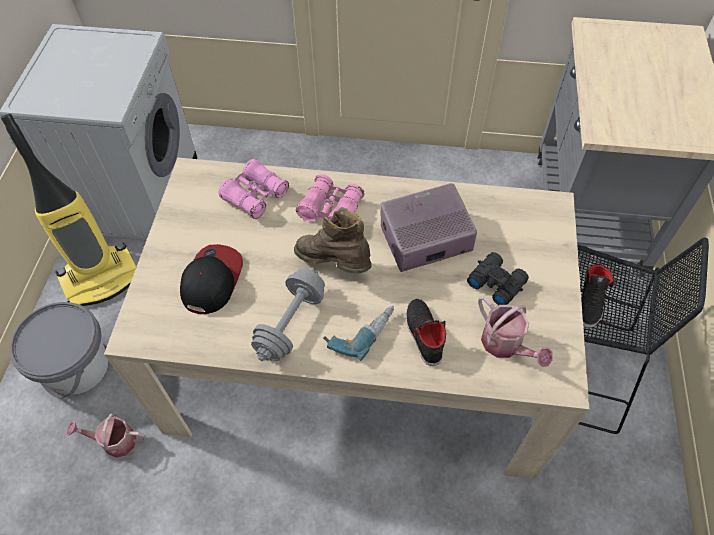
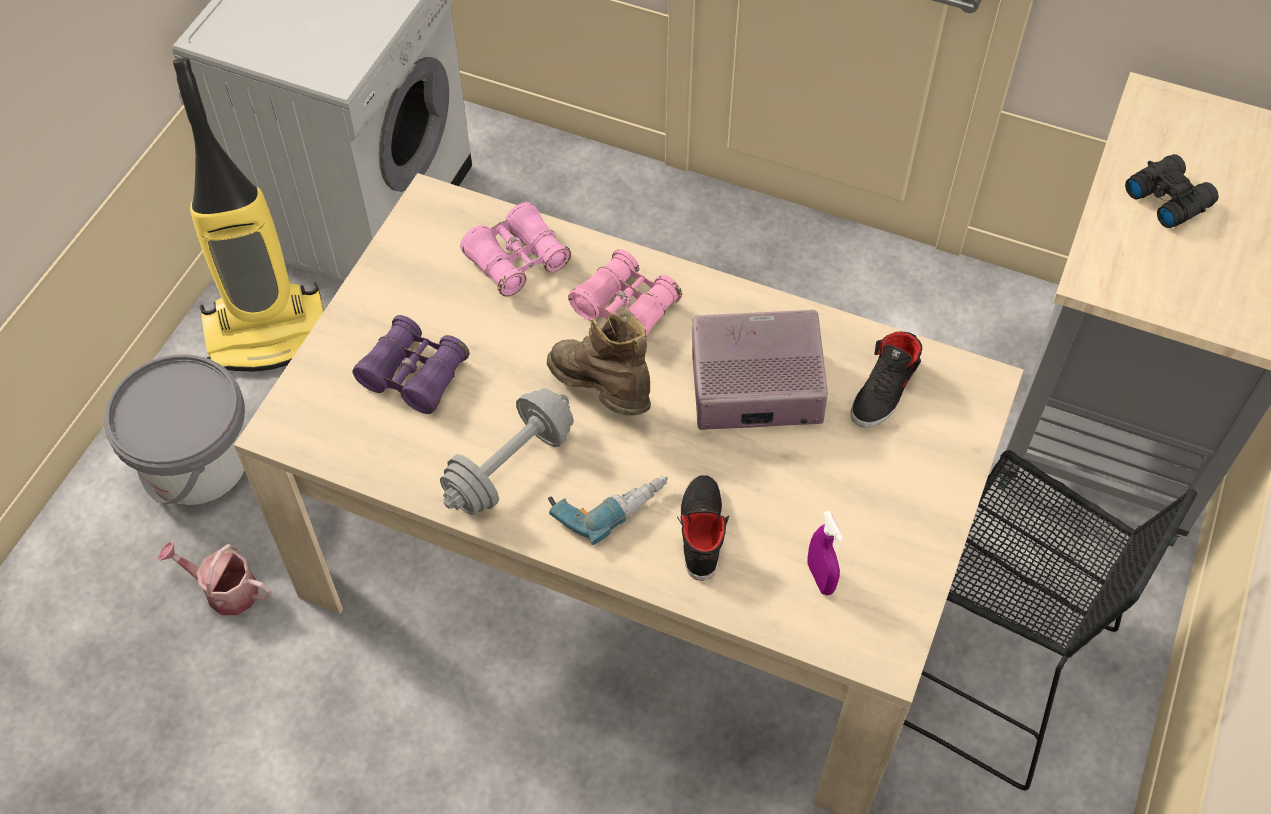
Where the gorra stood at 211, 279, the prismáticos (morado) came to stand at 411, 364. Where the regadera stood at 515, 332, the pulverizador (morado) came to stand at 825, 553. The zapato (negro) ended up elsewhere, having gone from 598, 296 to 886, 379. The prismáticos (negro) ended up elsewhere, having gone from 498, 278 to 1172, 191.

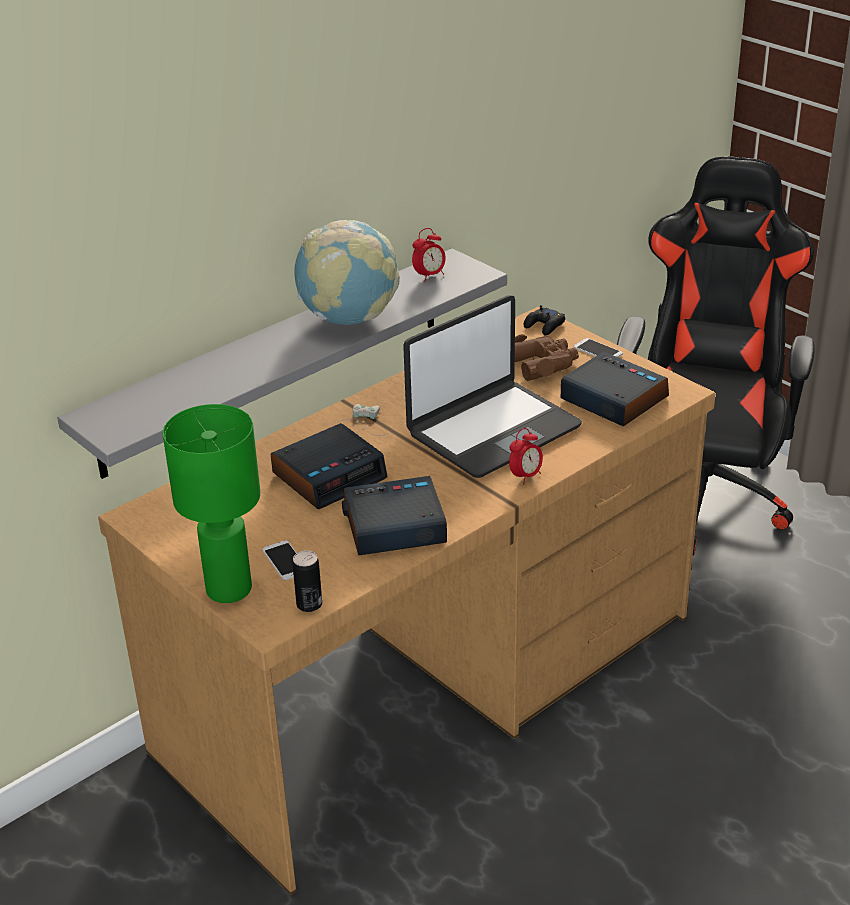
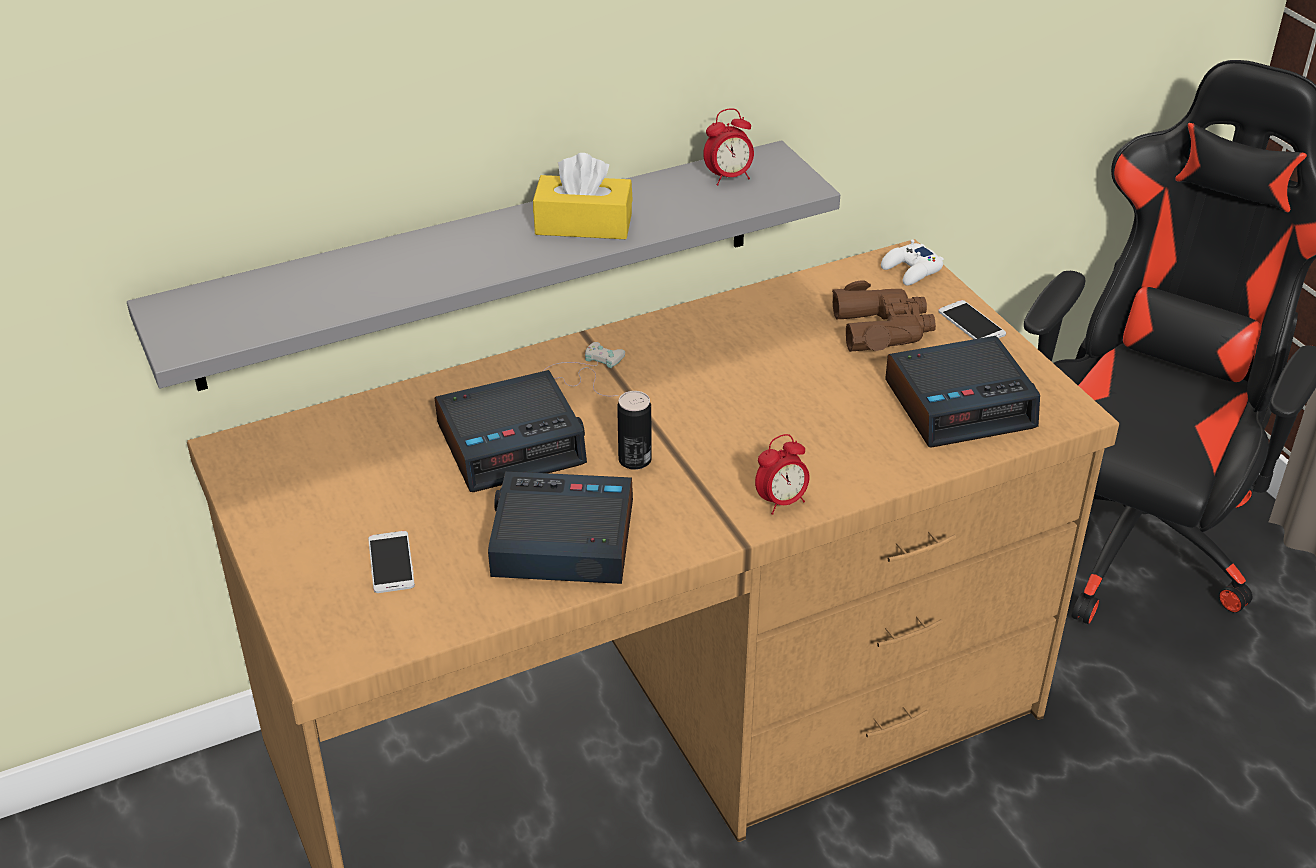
Where the globo terráqueo stood at 347, 272, the caja de pañuelos (amarillo) came to stand at 583, 196. The lata ended up elsewhere, having gone from 307, 581 to 634, 430. What was the mando de consola (negro) at 544, 320 turned into the mando de consola (blanco) at 912, 262. The despertador at 615, 388 ended up facing another way, 105 degrees clockwise from before. The second view lost the lámpara de mesa (verde) at 211, 503. The second view lost the portátil at 492, 386.

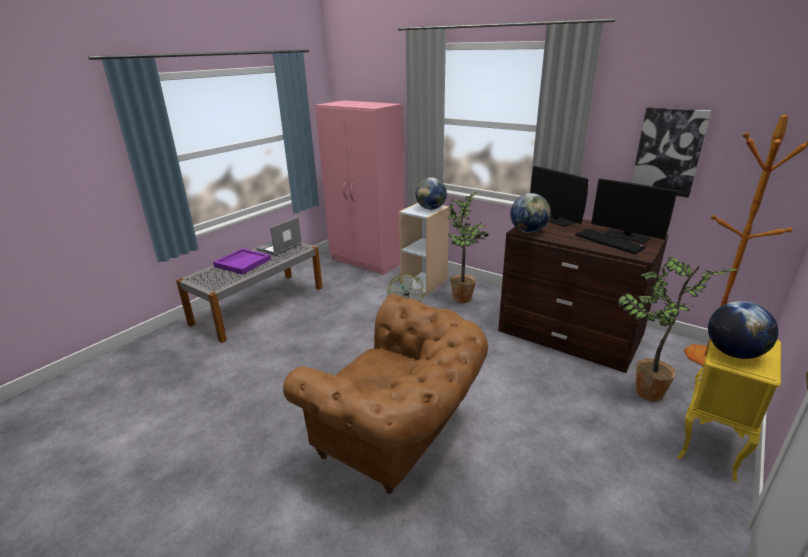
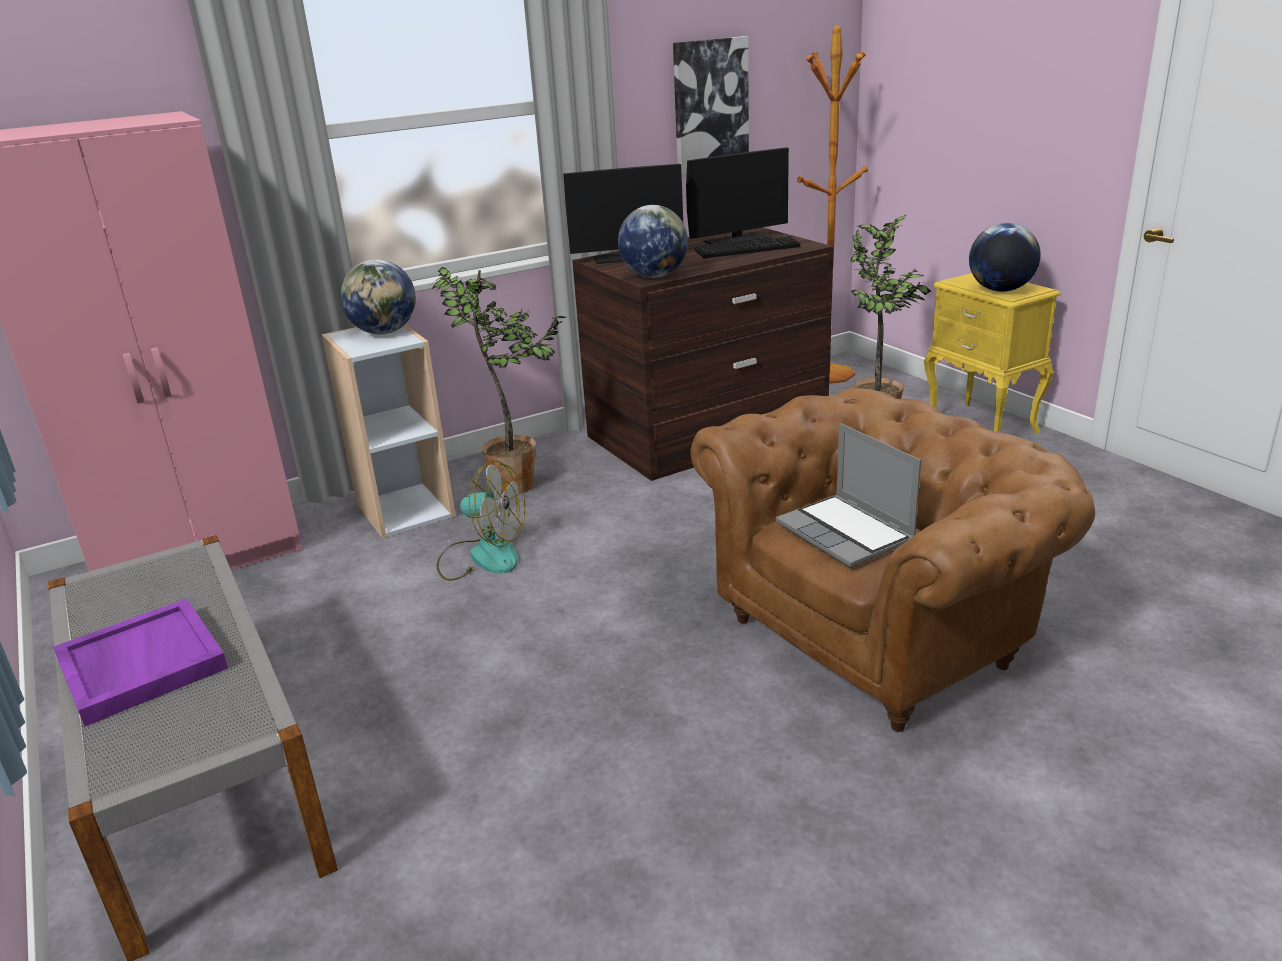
The portátil ended up elsewhere, having gone from 279, 236 to 848, 495.

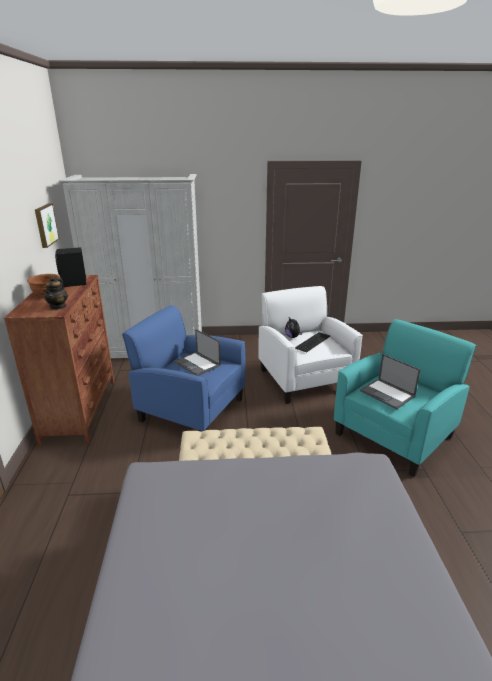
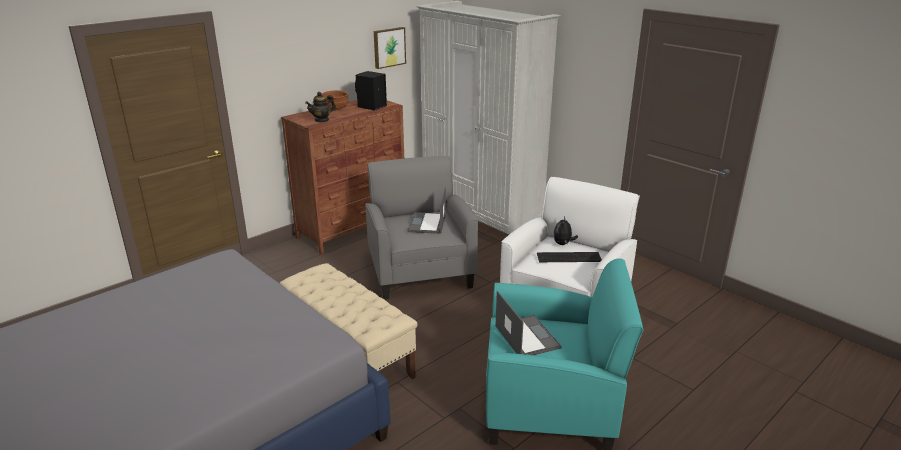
What was the sillón (azul) at 183, 368 turned into the sillón (gris) at 421, 228. The portátil at 390, 382 ended up facing another way, 150 degrees clockwise from before.

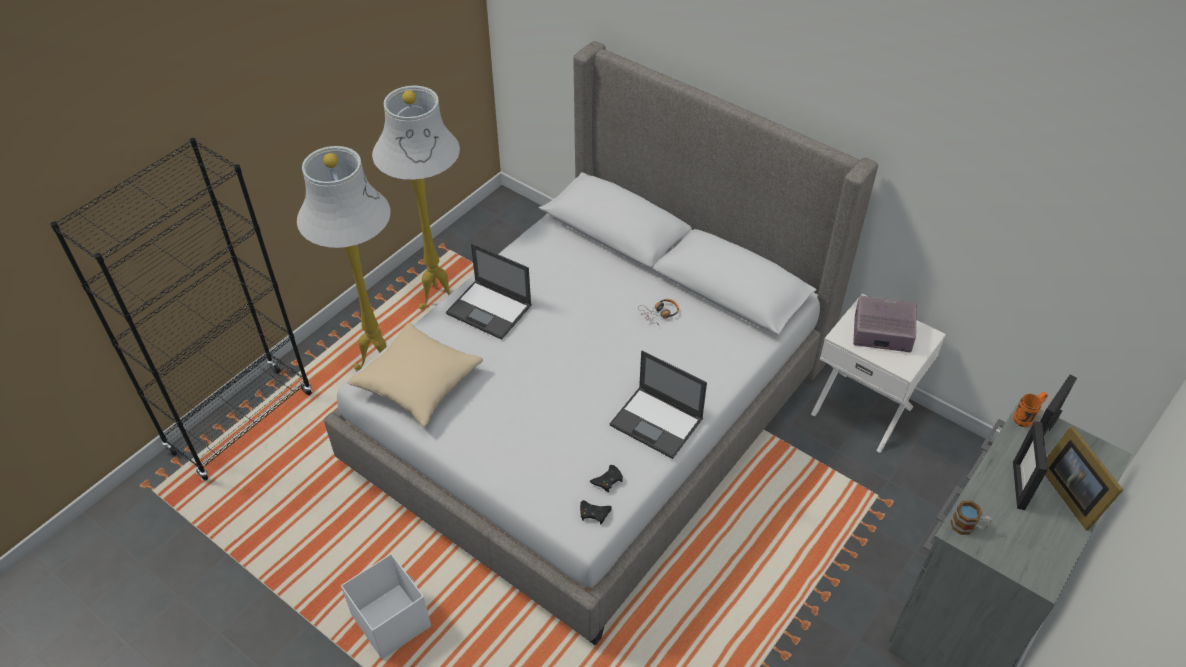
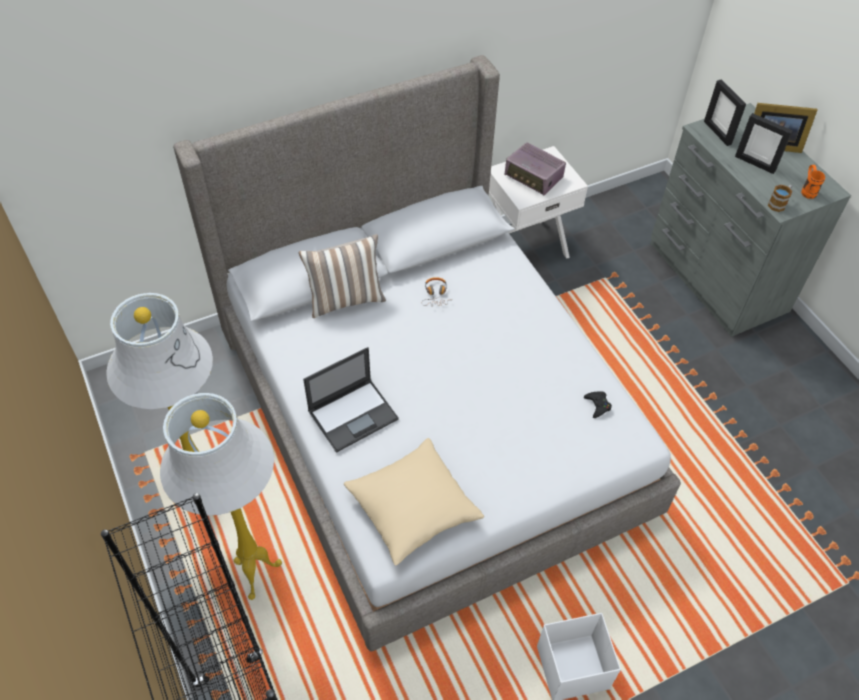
The second view gained the cojín at 342, 276. The radio at 885, 324 ended up facing another way, 90 degrees counterclockwise from before. The taza grande (naranja) ended up elsewhere, having gone from 1030, 409 to 813, 182. The second view lost the mando de consola (negro) at 596, 512. The second view lost the portátil at 658, 404.

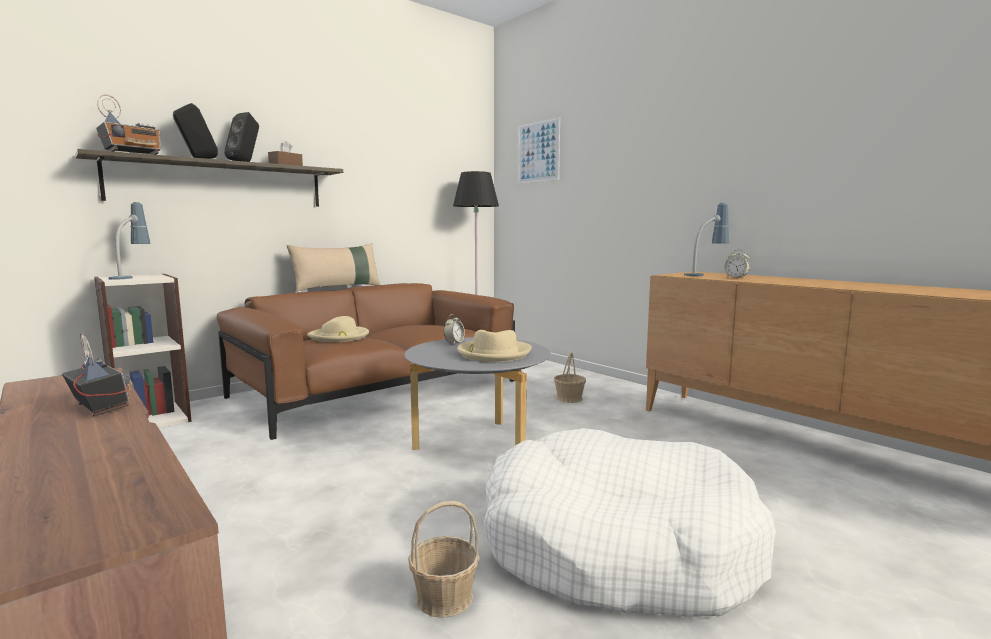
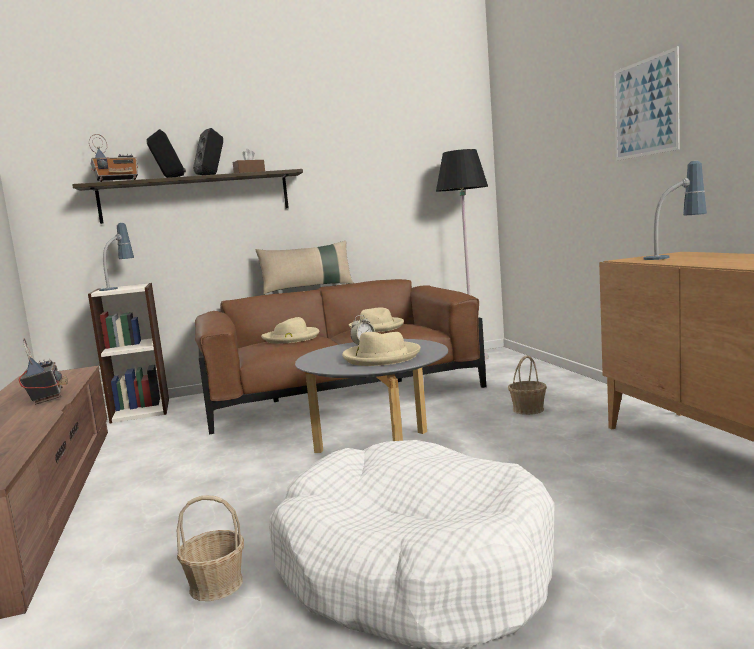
The second view gained the sombrero (beis) at 376, 319. The cuadro ended up elsewhere, having gone from 539, 150 to 647, 103. The second view lost the despertador at 737, 263.

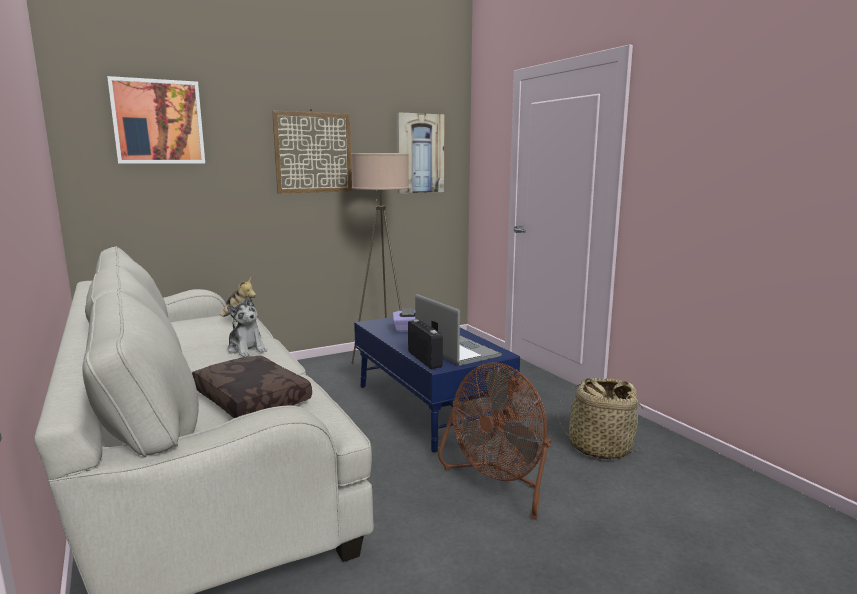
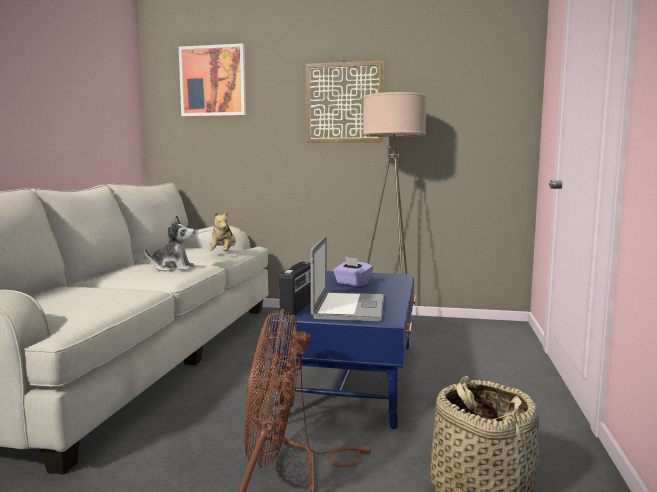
The peluche at 247, 326 ended up facing another way, 90 degrees counterclockwise from before. The second view lost the cojín (marrón) at 252, 386. The second view lost the cuadro at 421, 152.

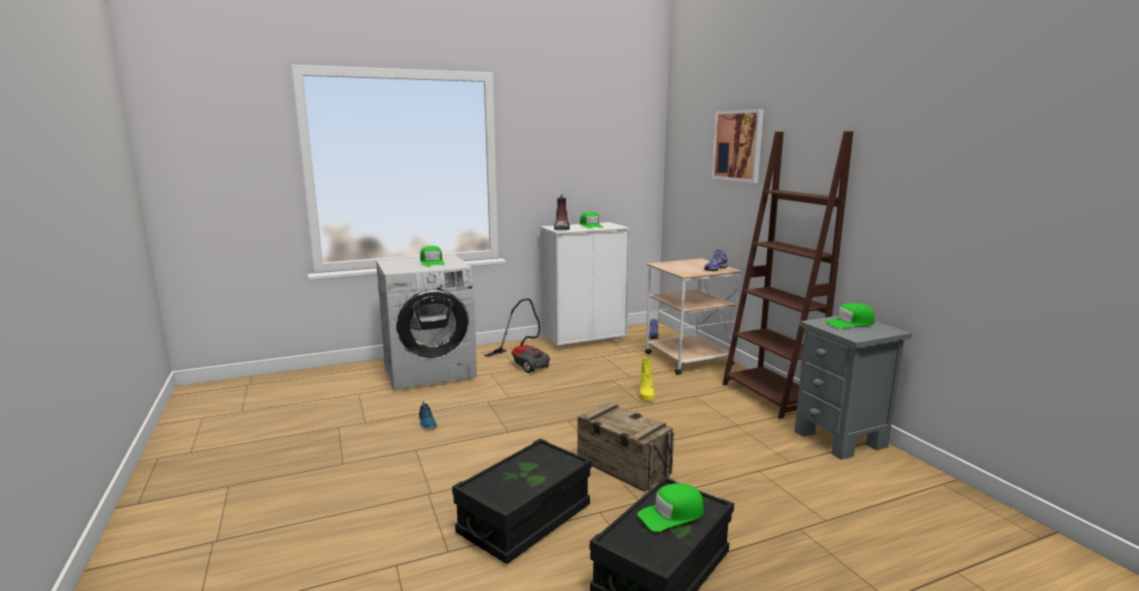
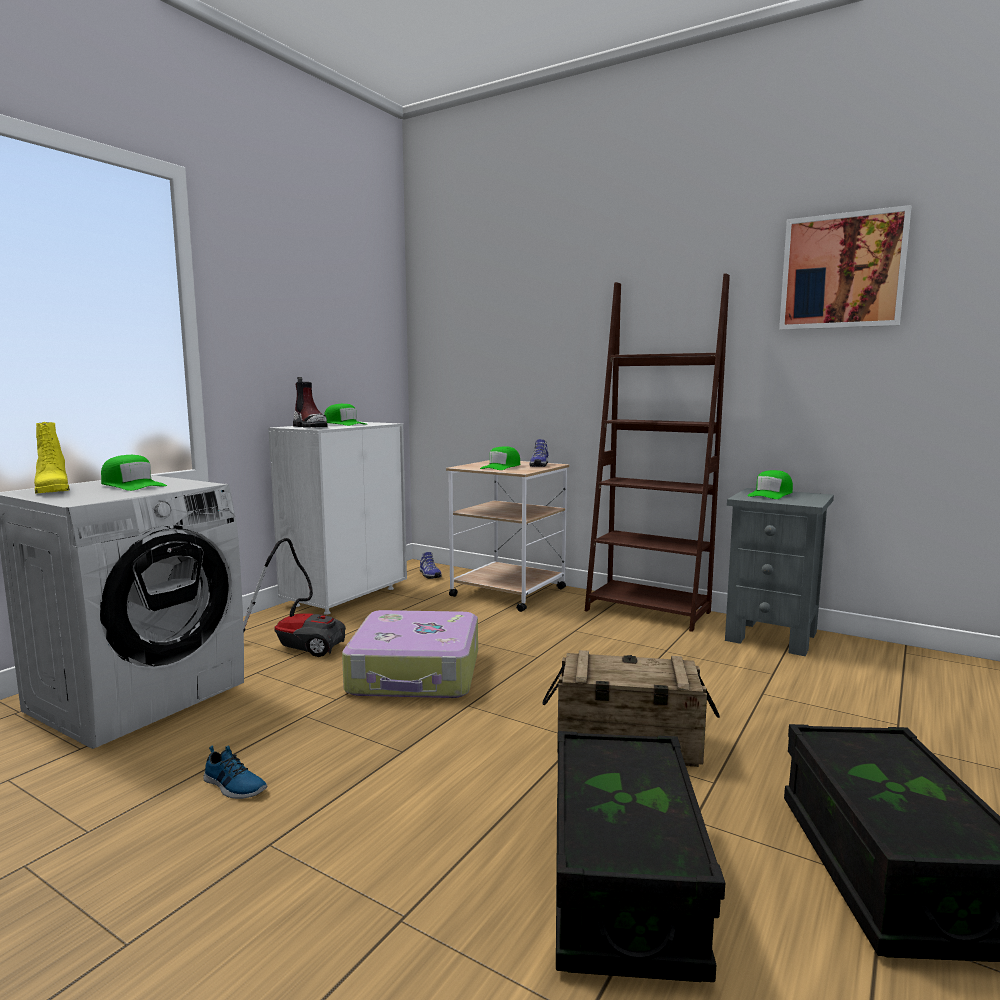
The bota (amarillo) ended up elsewhere, having gone from 647, 378 to 52, 457. The second view gained the maleta at 410, 654. The gorra (verde) ended up elsewhere, having gone from 670, 507 to 500, 458. The cuadro ended up elsewhere, having gone from 737, 146 to 845, 267.

